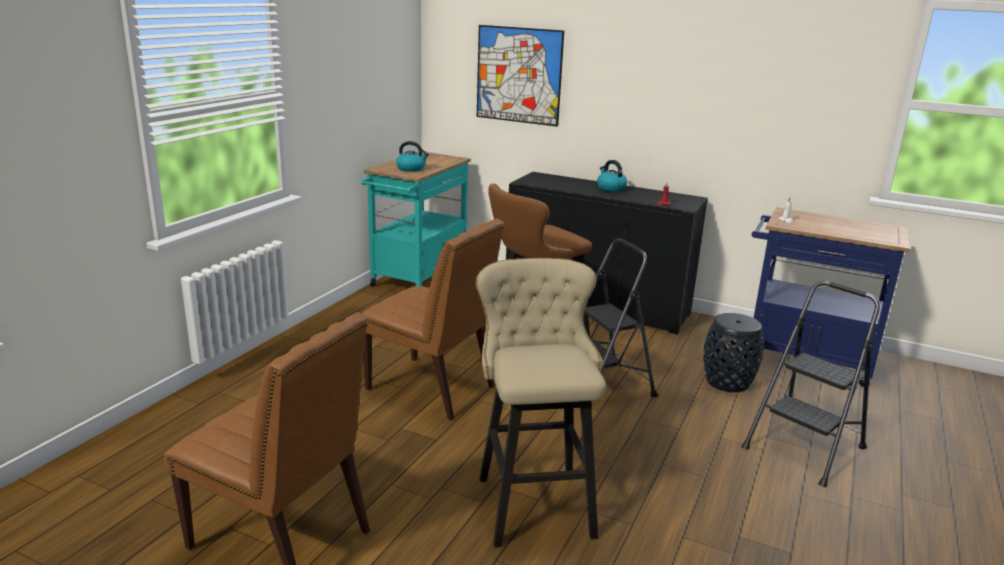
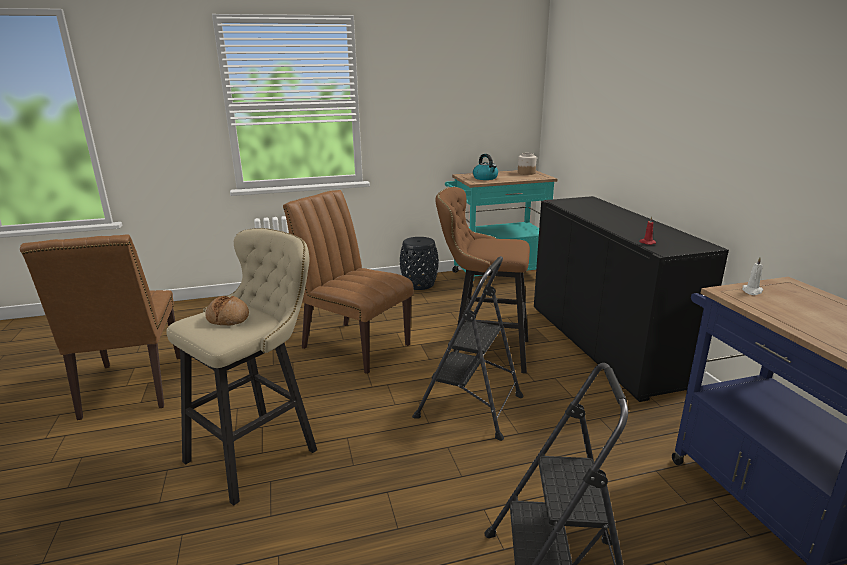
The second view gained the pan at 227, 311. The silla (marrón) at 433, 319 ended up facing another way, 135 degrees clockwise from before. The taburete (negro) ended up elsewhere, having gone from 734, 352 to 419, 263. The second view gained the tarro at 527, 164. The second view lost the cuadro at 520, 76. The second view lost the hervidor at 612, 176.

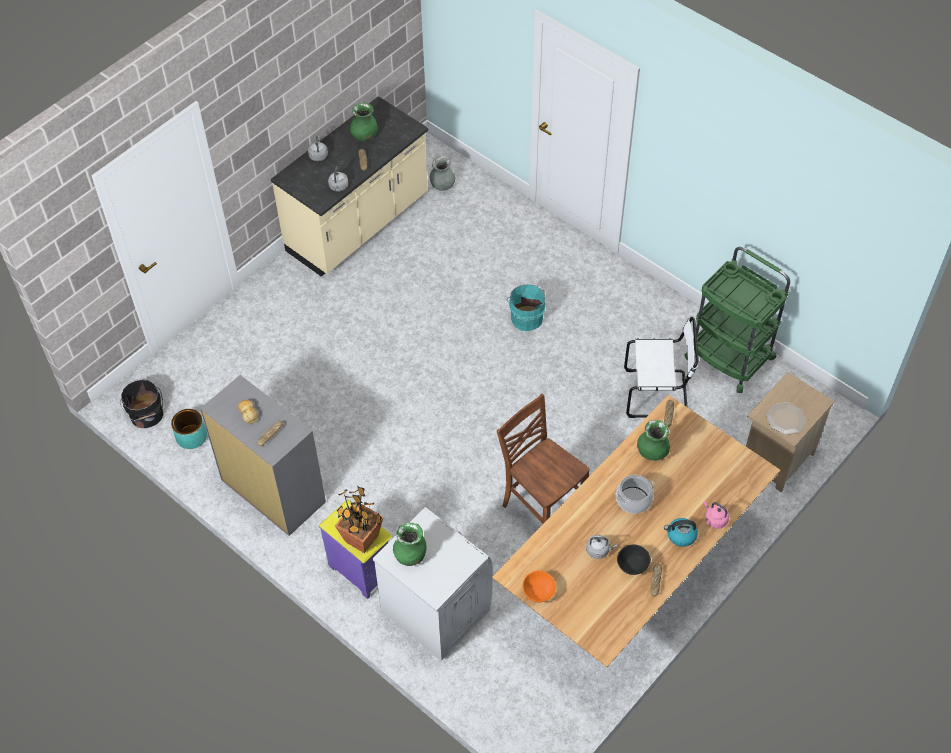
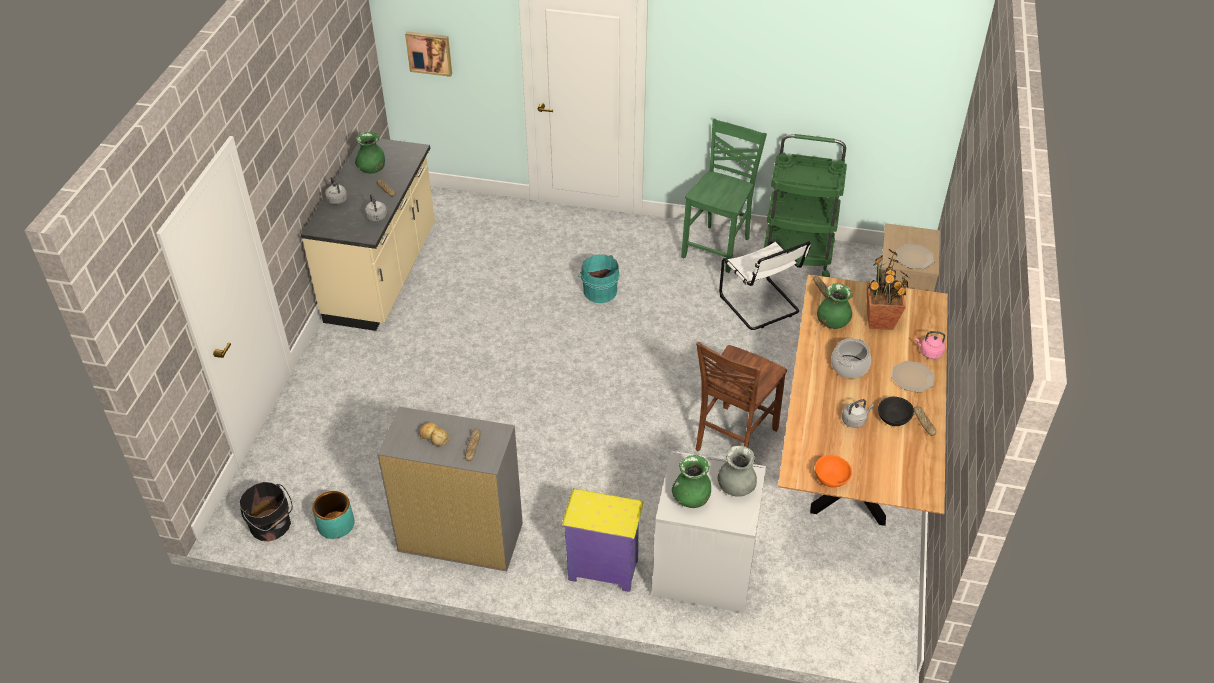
The second view gained the cuadro at 428, 54. The second view gained the silla (verde) at 724, 196. The silla (marrón) at 543, 459 ended up facing another way, 75 degrees counterclockwise from before. The florero (gris) ended up elsewhere, having gone from 443, 173 to 737, 471. The silla (blanco) at 661, 367 ended up facing another way, 90 degrees clockwise from before. The planta en maceta ended up elsewhere, having gone from 359, 519 to 888, 289. Where the hervidor stood at 681, 532, the plato came to stand at 913, 377.

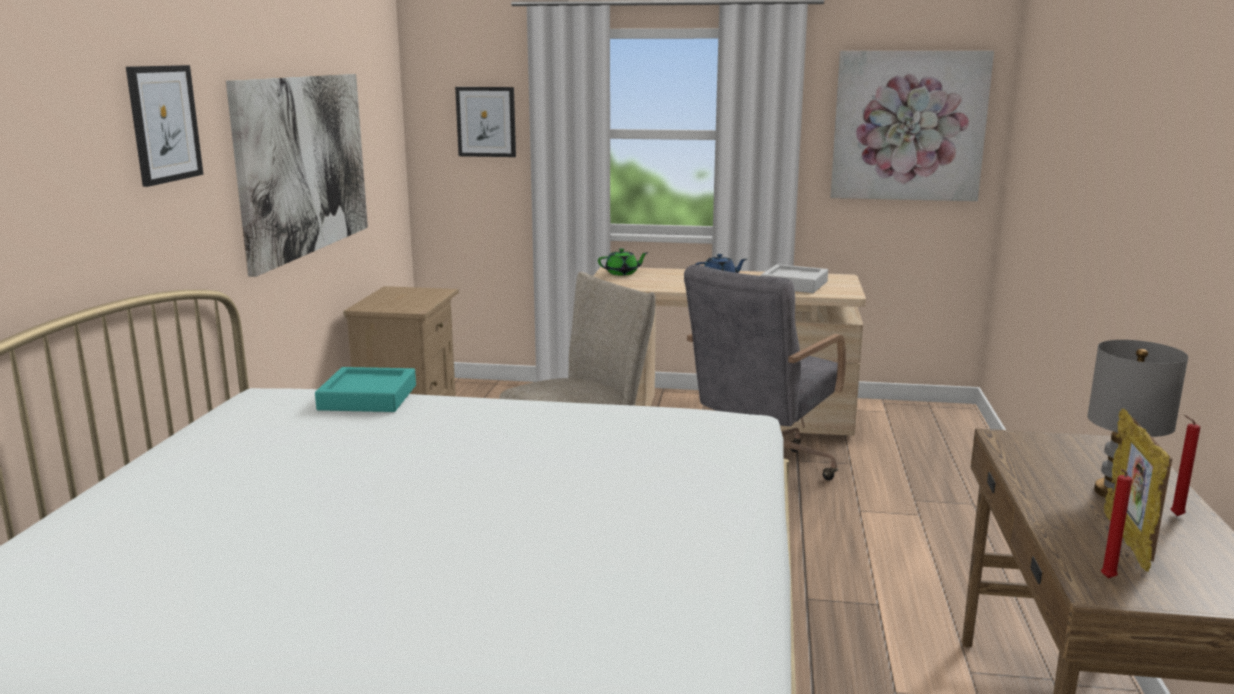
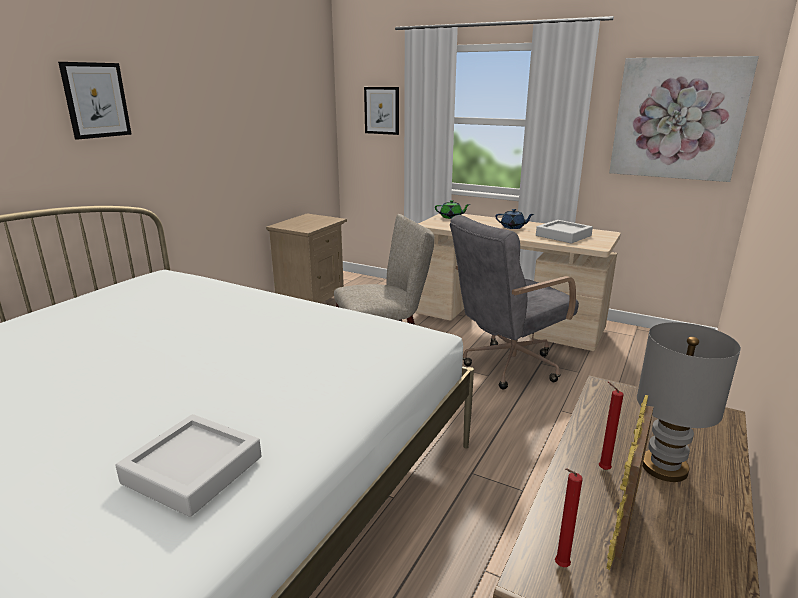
The second view gained the bandeja (gris) at 188, 465. The vela (rojo) ended up elsewhere, having gone from 1185, 465 to 611, 426. The second view lost the cuadro at 297, 175. The second view lost the bandeja (turquesa) at 365, 389.

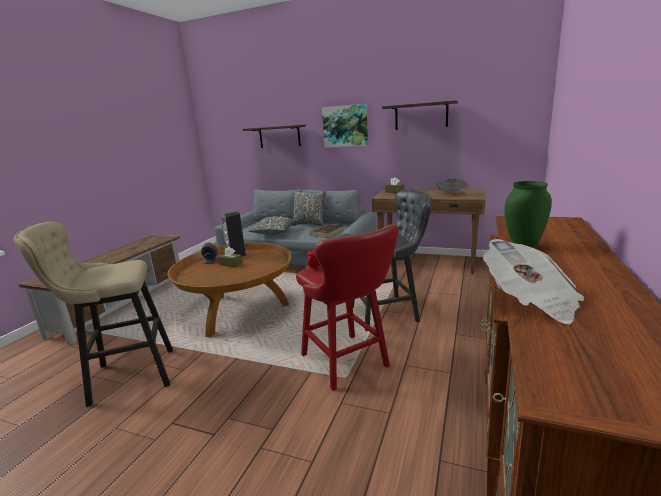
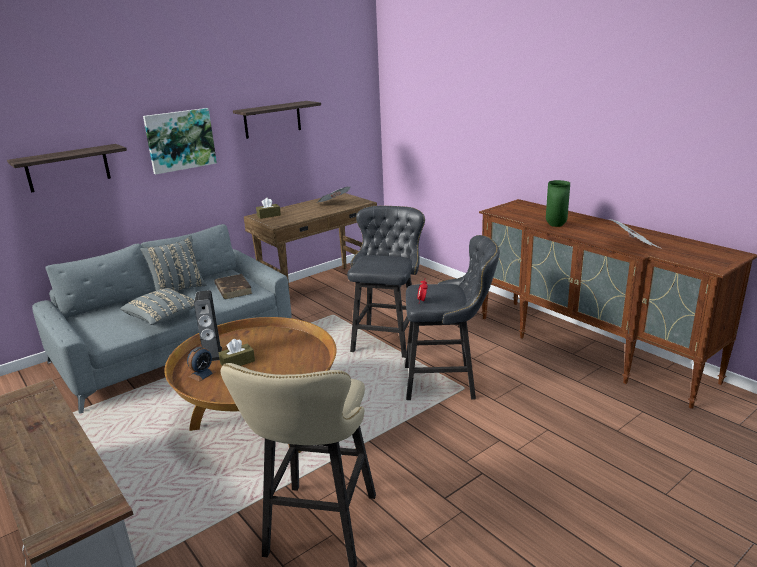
What was the taburete (rojo) at 347, 307 turned into the taburete (gris) at 452, 317.

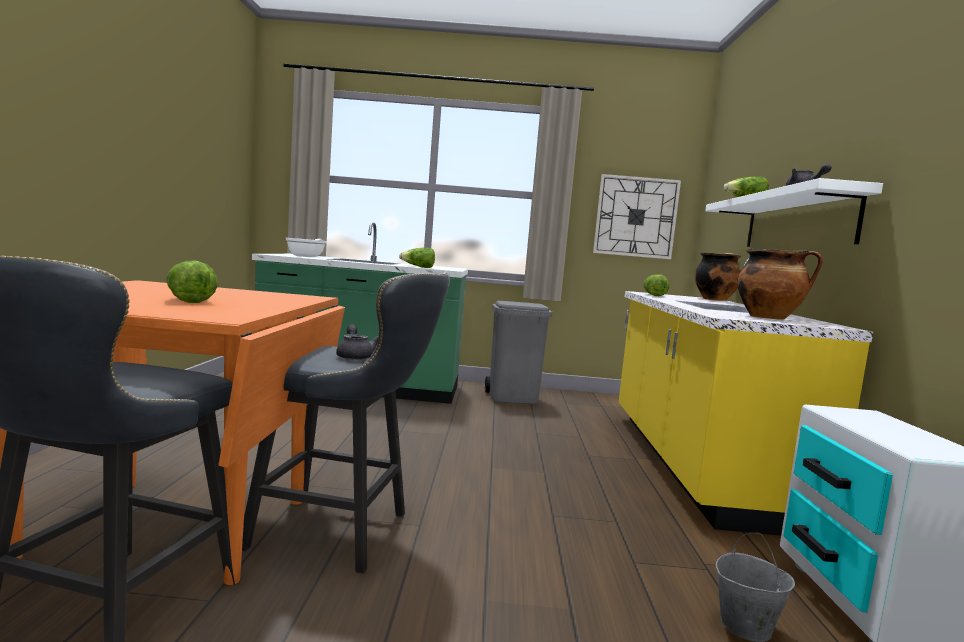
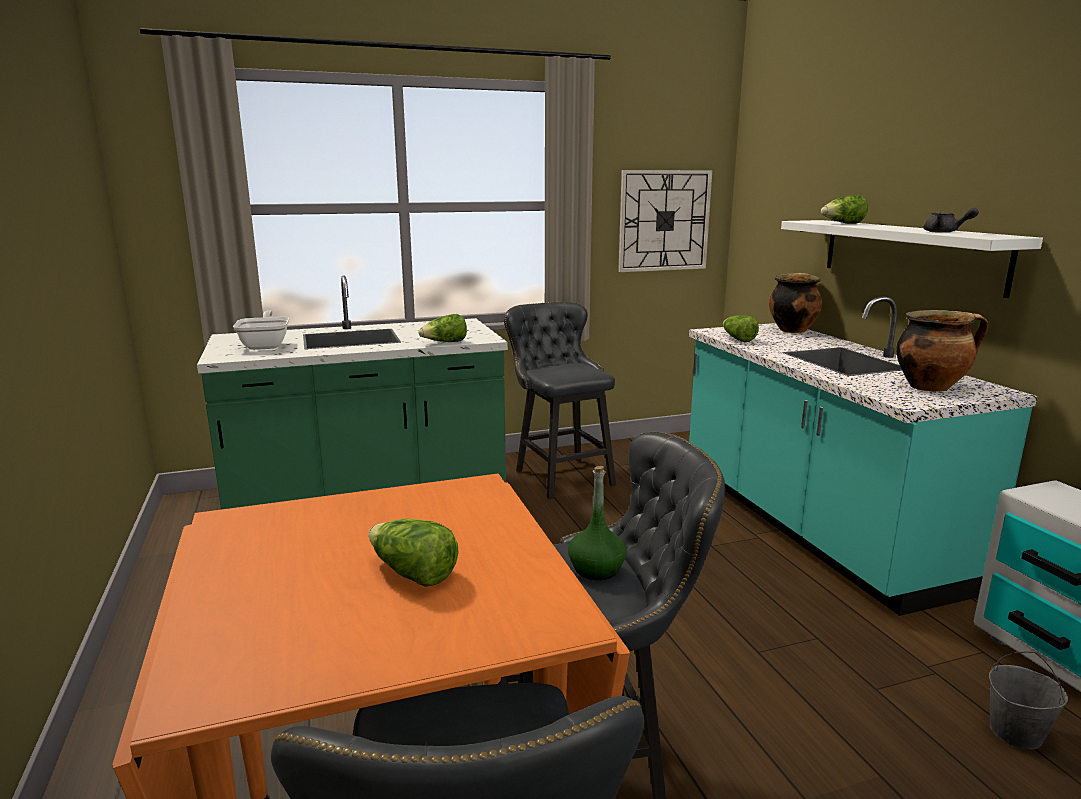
Where the papelera (gris) stood at 518, 352, the taburete (gris) came to stand at 560, 400. Where the tetera (gris) stood at 357, 342, the botella (verde) came to stand at 597, 523. What was the mueble bajo de cocina (amarillo) at 746, 397 turned into the mueble bajo de cocina (turquesa) at 863, 456.

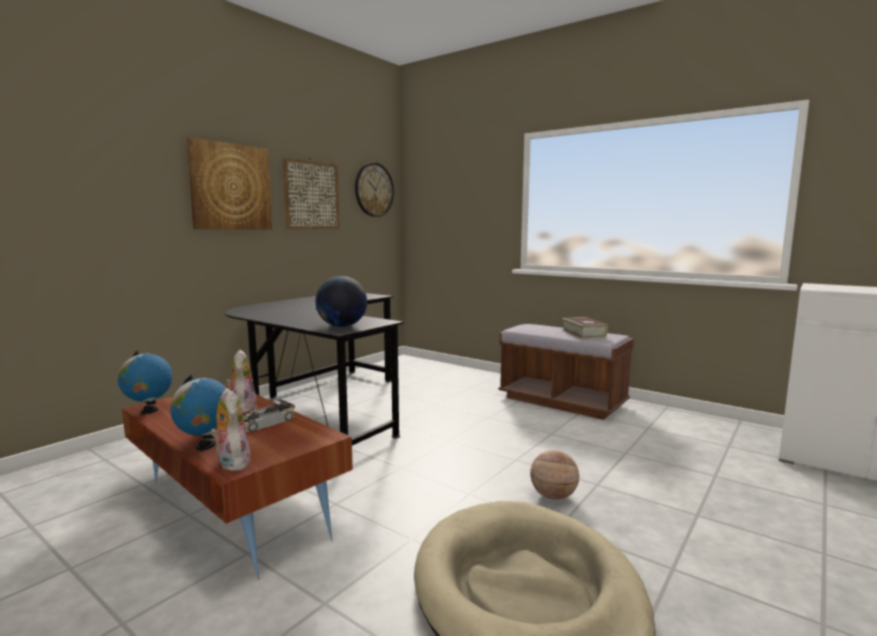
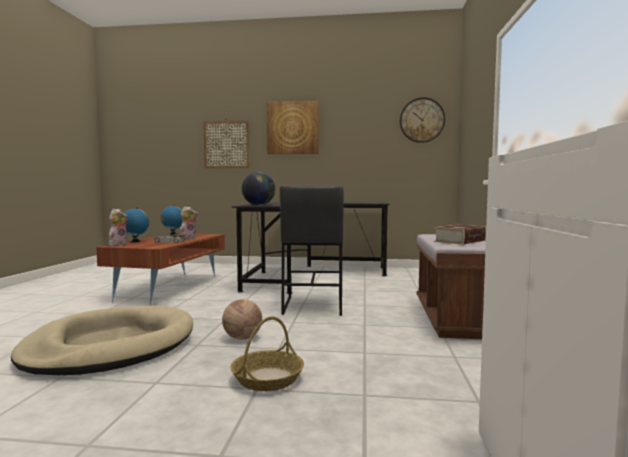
The cuadro ended up elsewhere, having gone from 311, 193 to 226, 143. The second view gained the cesta at 267, 354. The second view gained the taburete (gris) at 312, 250.

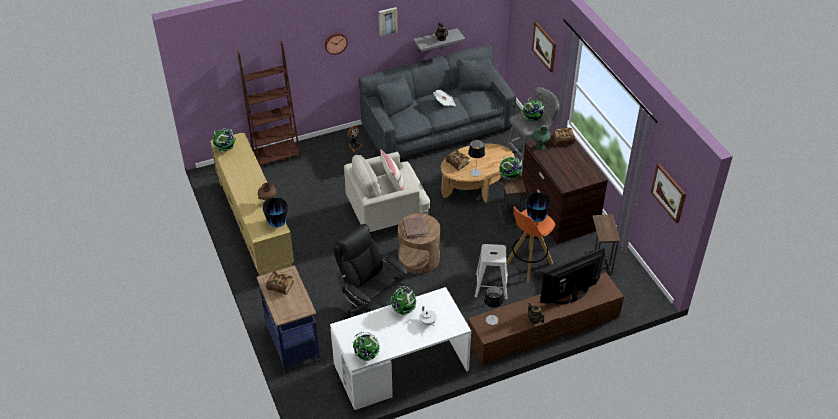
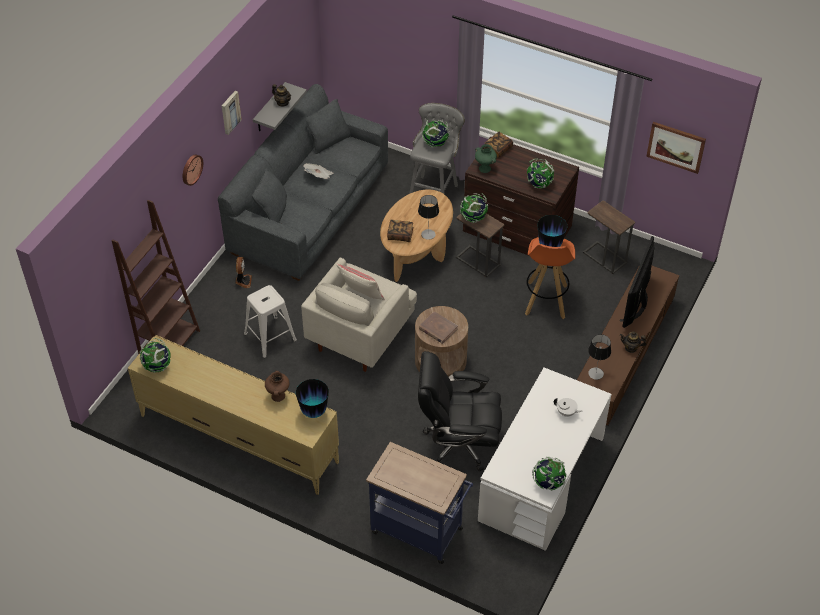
The taburete (blanco) ended up elsewhere, having gone from 491, 272 to 270, 321. The globo terráqueo ended up elsewhere, having gone from 403, 300 to 540, 173. The second view lost the libro at 280, 283. The second view lost the cuadro at 544, 47.

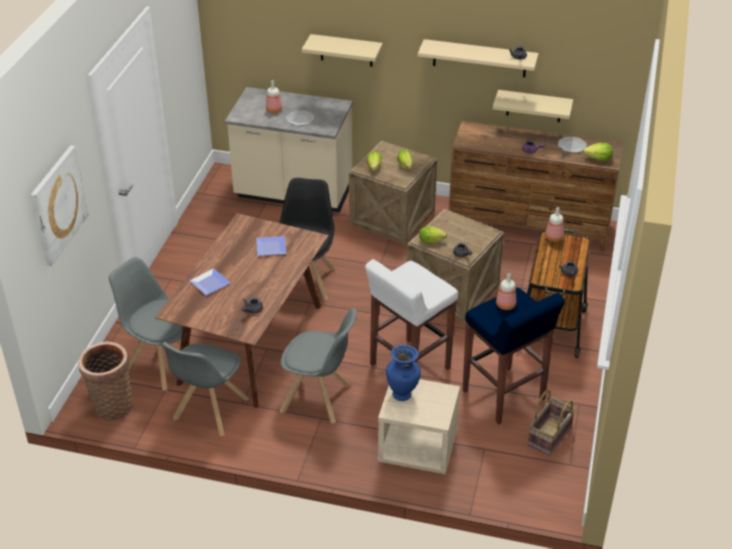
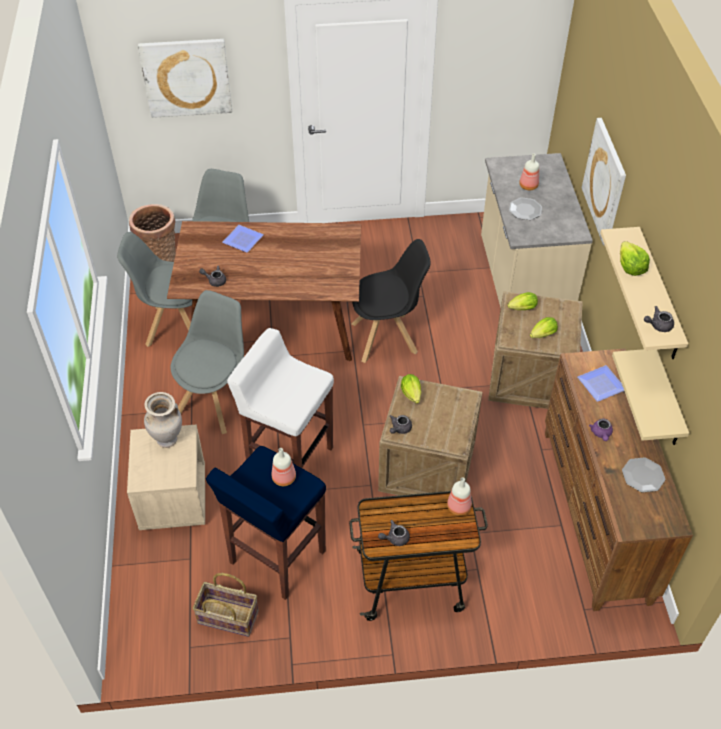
What was the florero (azul) at 403, 373 turned into the florero (beis) at 163, 420. The silla (gris) at 318, 366 ended up facing another way, 150 degrees counterclockwise from before. The plato ended up elsewhere, having gone from 271, 246 to 601, 383. Where the estante (beis) hung at 342, 50, the cuadro came to hang at 604, 182. The lechuga ended up elsewhere, having gone from 598, 152 to 635, 258.

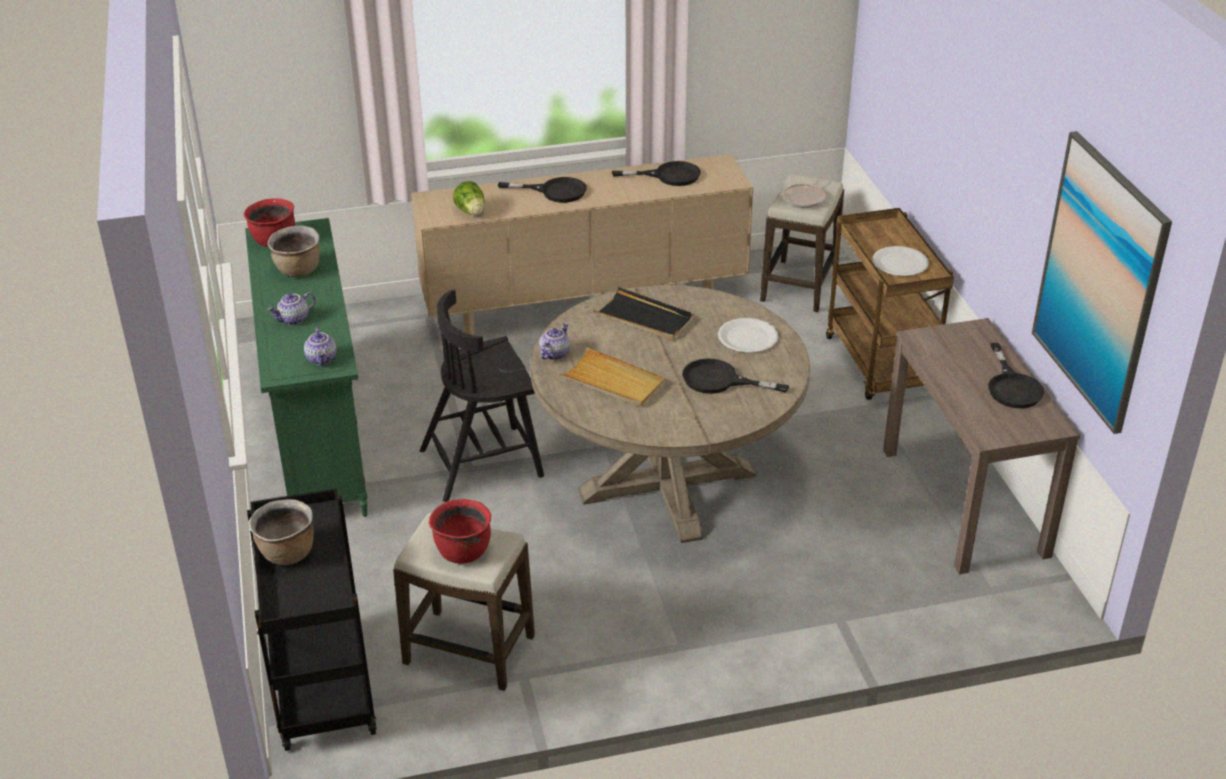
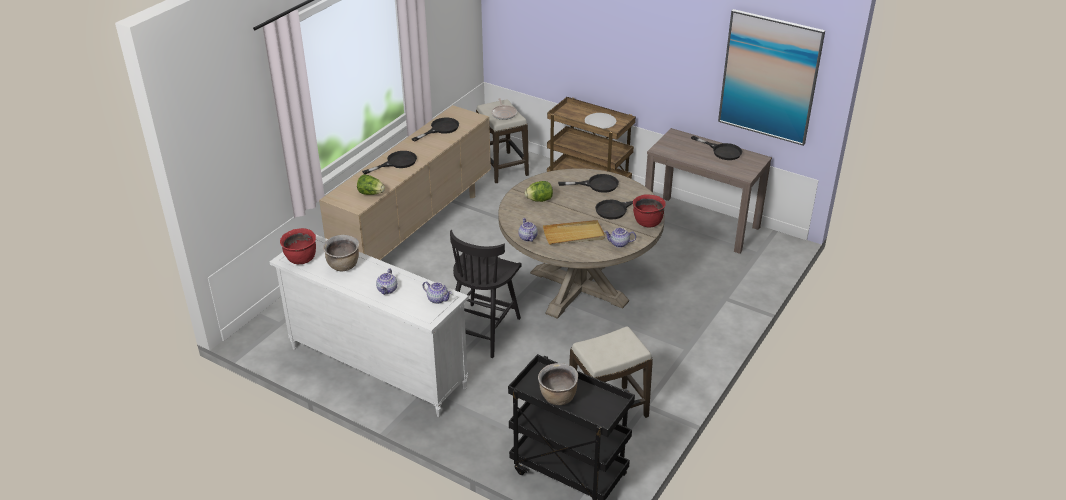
What was the cómoda (verde) at 306, 367 turned into the cómoda (blanco) at 369, 325. Where the bandeja (negro) stood at 643, 313, the lechuga came to stand at 539, 191. Where the plato (blanco) stood at 748, 335, the sartén (negro) came to stand at 588, 183. The second view gained the tetera at 620, 238. The olla (rojo) ended up elsewhere, having gone from 460, 531 to 649, 210.

